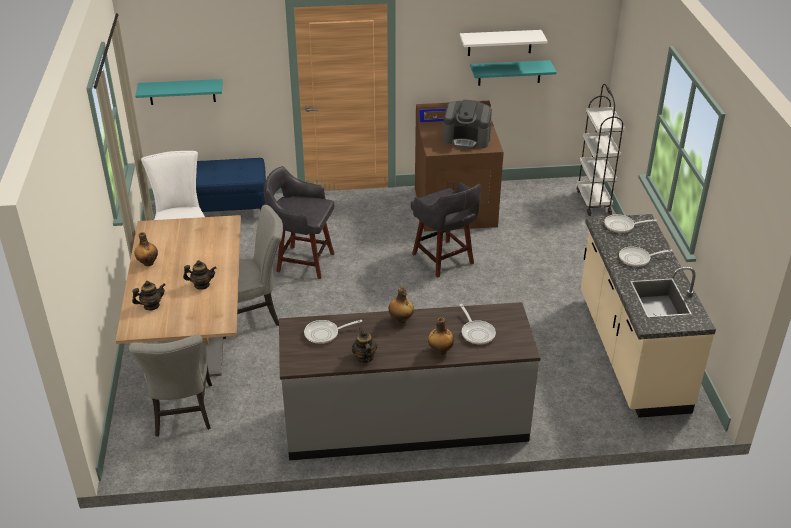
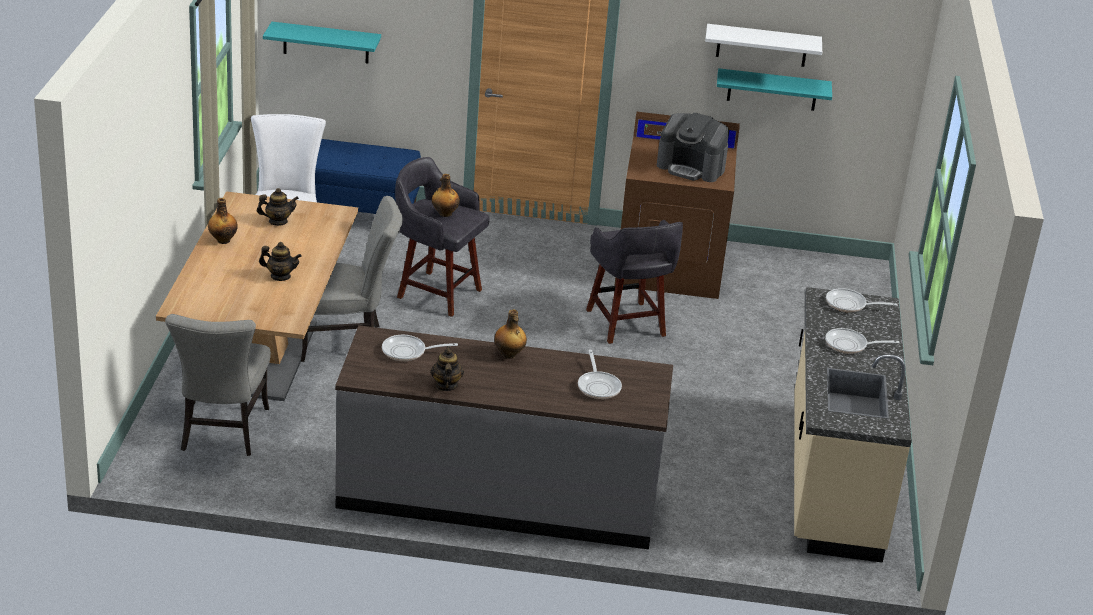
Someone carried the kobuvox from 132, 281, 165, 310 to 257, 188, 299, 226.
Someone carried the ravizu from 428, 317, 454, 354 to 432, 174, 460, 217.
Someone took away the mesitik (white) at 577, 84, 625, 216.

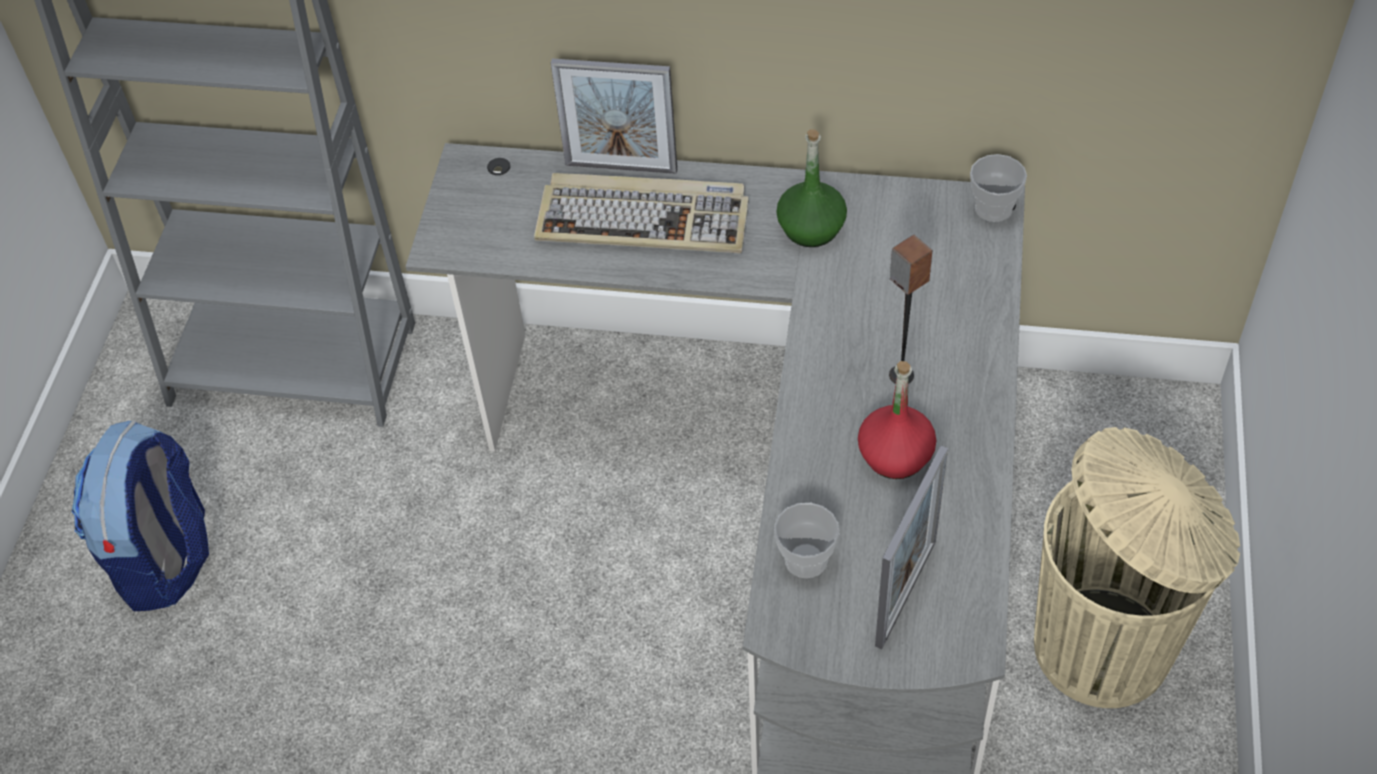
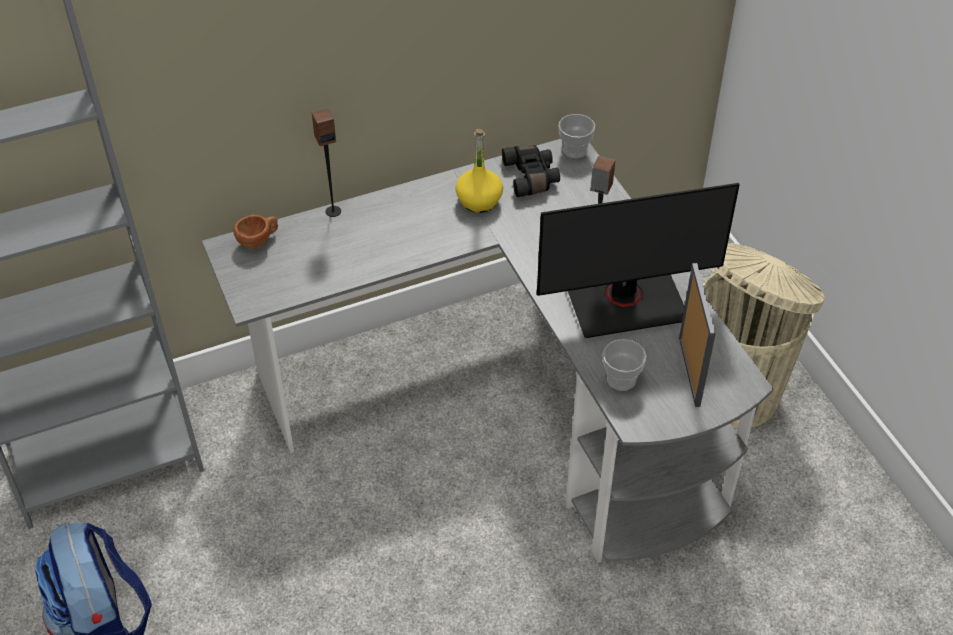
Someone took away the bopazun at 534, 173, 749, 253.
Someone swapped the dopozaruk at 551, 59, 677, 174 for the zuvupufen at 312, 108, 341, 217.
Someone repainted the ravizu (green) at 776, 129, 847, 247, which became the ravizu (yellow) at 455, 129, 503, 213.
Someone swapped the ravizu (red) at 858, 361, 936, 479 for the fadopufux at 537, 183, 740, 338.
Someone put down the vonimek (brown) at 233, 215, 278, 249.
Someone put down the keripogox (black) at 502, 145, 560, 197.

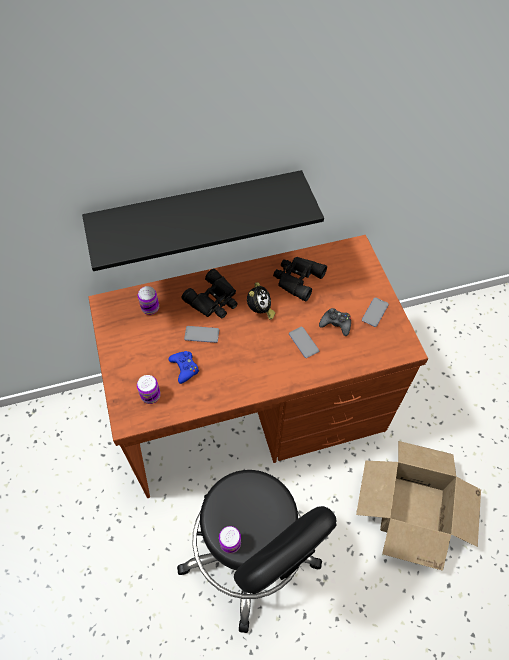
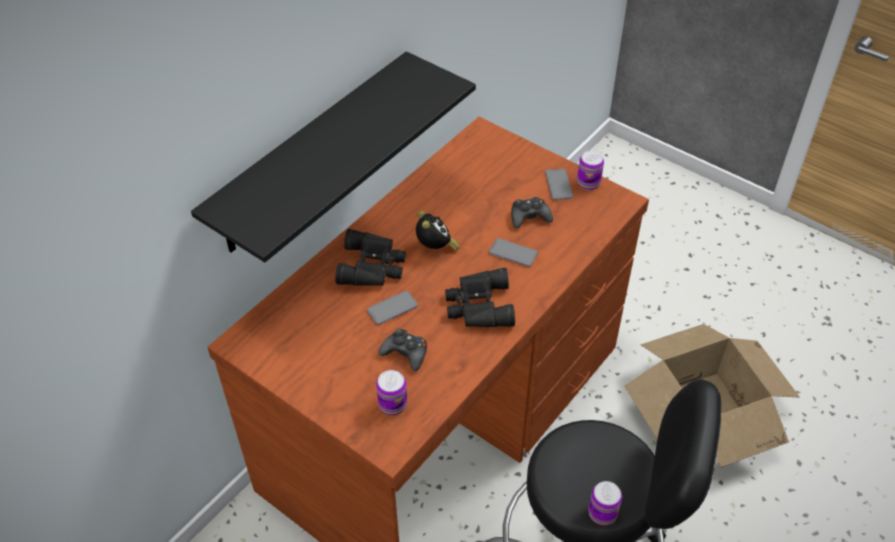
Someone carried the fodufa from 138, 286, 159, 315 to 577, 151, 604, 190.
Someone repainted the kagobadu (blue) at 169, 351, 199, 384, which became the kagobadu (black) at 378, 328, 427, 371.
Someone carried the keripogox (black) from 273, 257, 327, 301 to 445, 268, 515, 327.

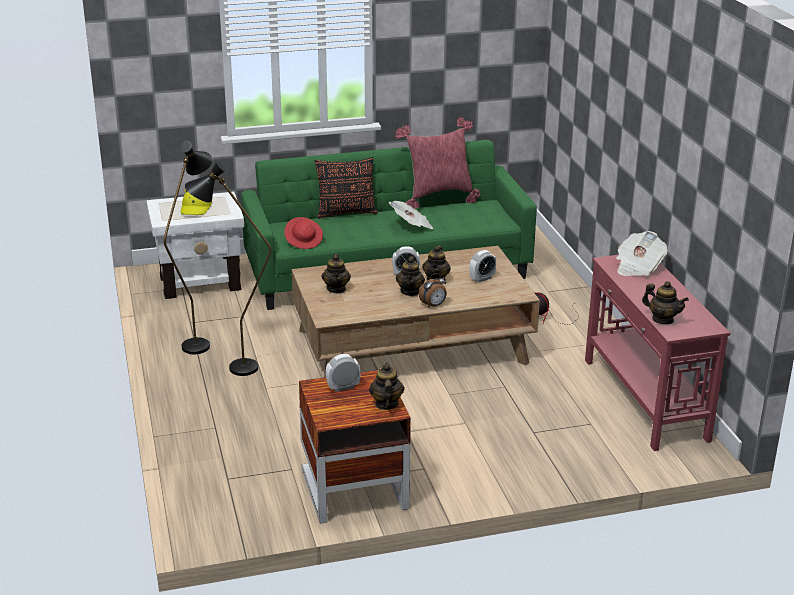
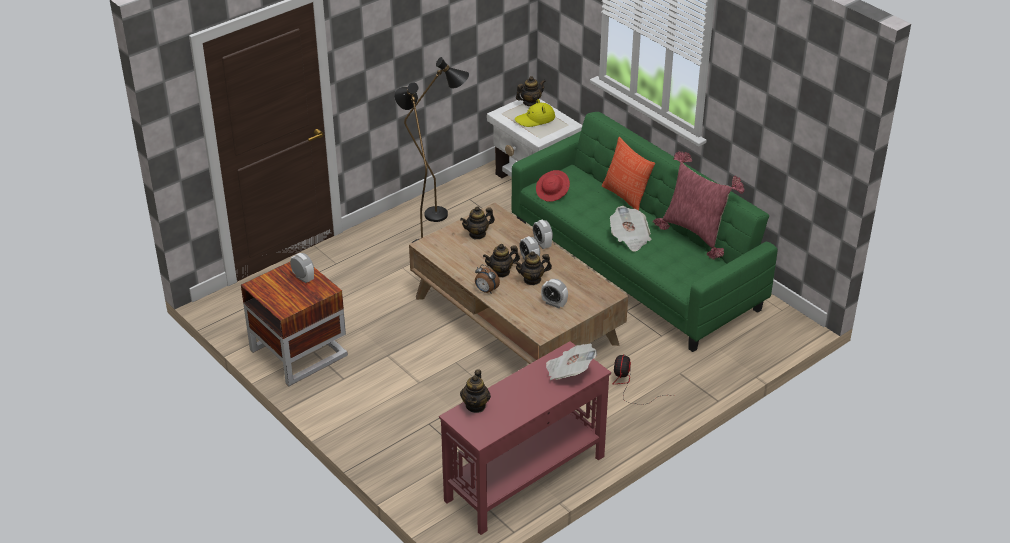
Someone repainted the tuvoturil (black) at 315, 157, 377, 219, which became the tuvoturil (orange) at 602, 137, 655, 210.
Someone carried the kobuvox from 369, 362, 405, 410 to 516, 76, 545, 106.
Someone put down the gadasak at 533, 220, 553, 249.

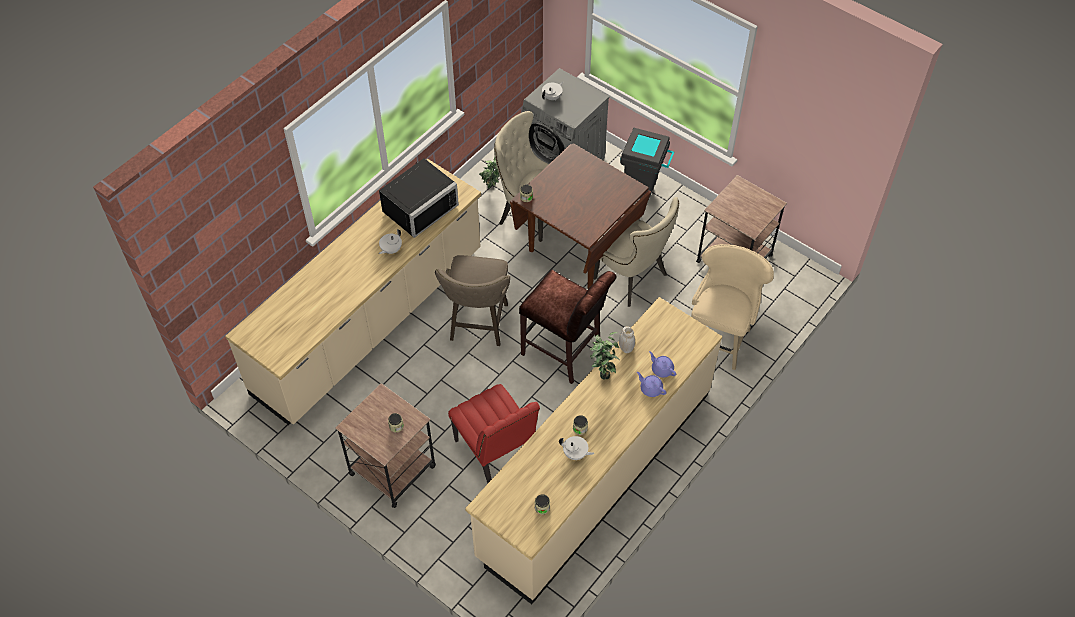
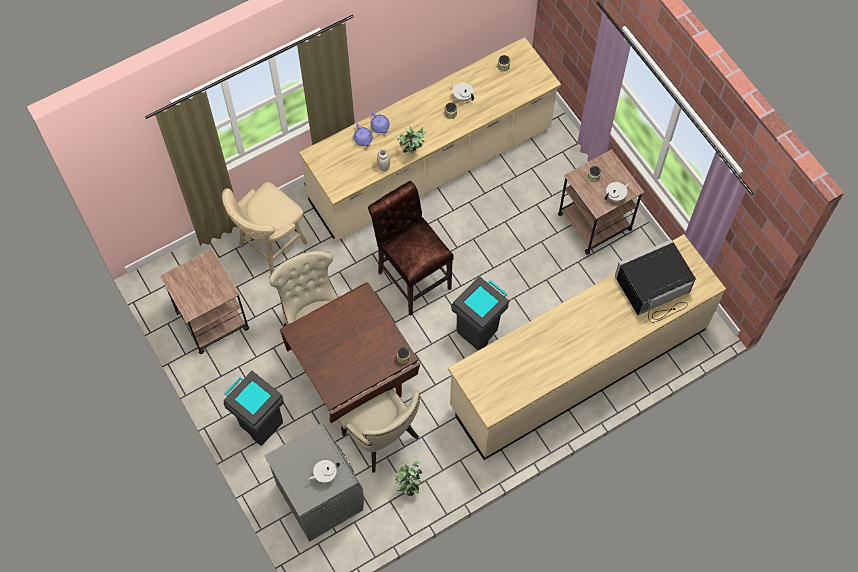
Someone carried the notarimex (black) from 379, 158, 459, 238 to 615, 239, 696, 323.
Someone carried the kobuvox (white) from 379, 229, 402, 254 to 605, 182, 630, 202.
Someone swapped the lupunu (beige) at 435, 255, 510, 346 for the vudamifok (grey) at 451, 276, 509, 351.
Someone took away the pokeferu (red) at 448, 384, 540, 483.

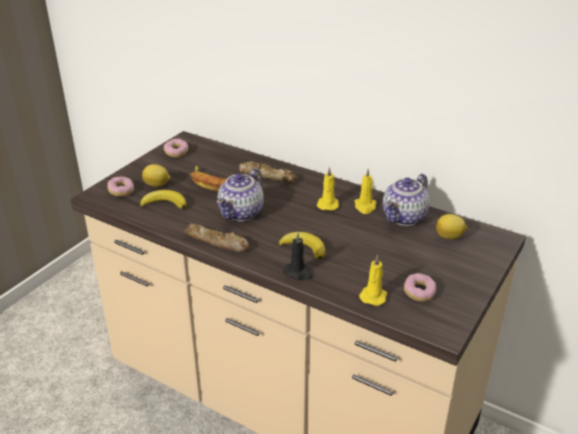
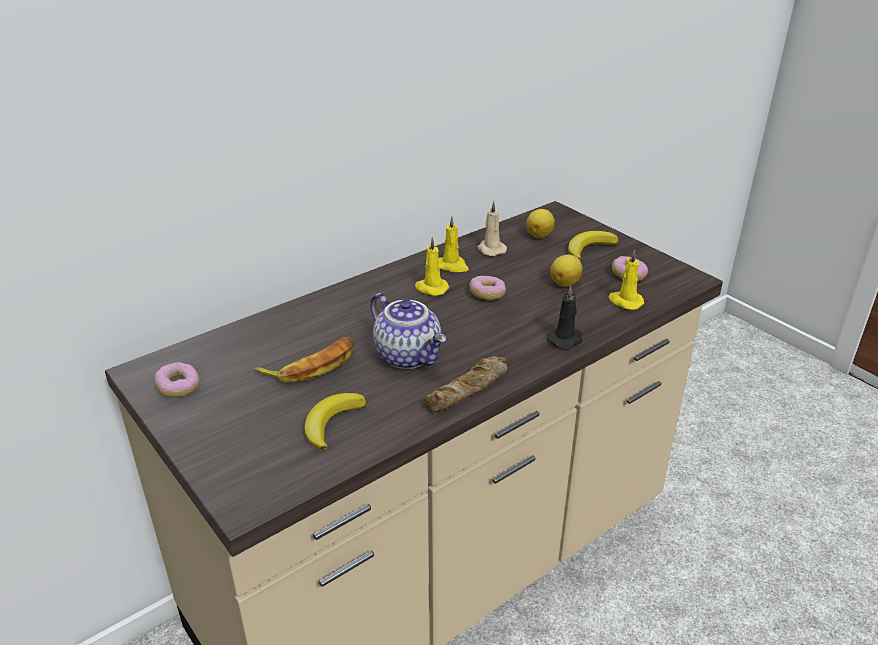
Someone carried the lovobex from 107, 176, 134, 197 to 470, 276, 506, 300.
Someone carried the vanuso from 142, 164, 170, 187 to 550, 255, 583, 287.
Someone took away the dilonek at 239, 161, 298, 183.
Someone carried the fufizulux from 278, 232, 325, 260 to 568, 231, 618, 260.
Someone swapped the kobuvox at 383, 174, 430, 226 for the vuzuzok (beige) at 477, 201, 507, 256.

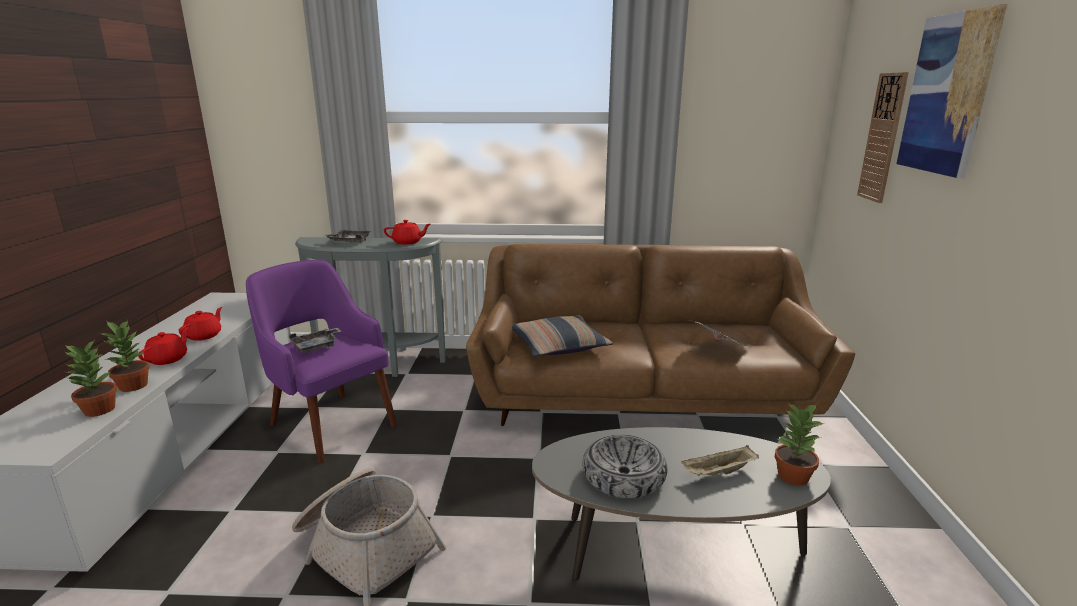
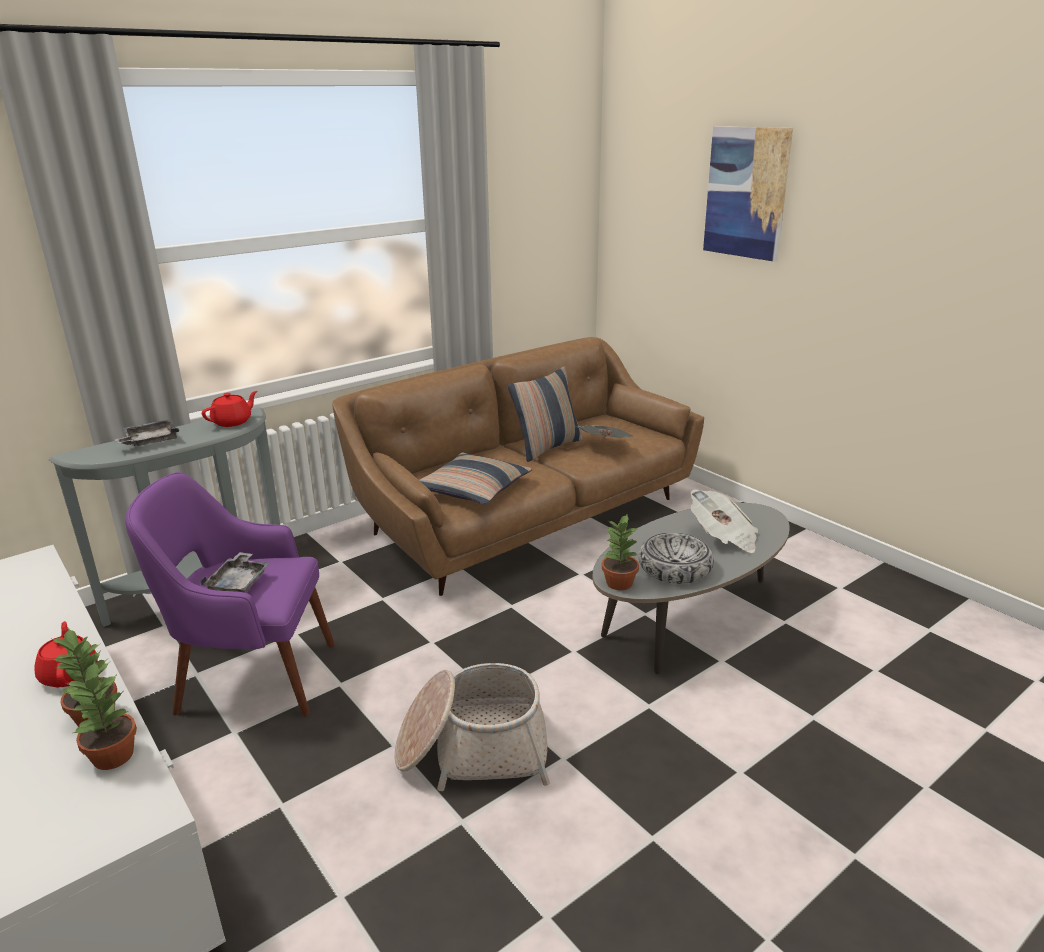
Someone took away the kobuvox (red) at 179, 307, 222, 341.
Someone swapped the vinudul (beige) at 681, 445, 759, 476 for the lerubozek at 690, 489, 758, 553.
Someone carried the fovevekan from 775, 402, 824, 486 to 602, 513, 639, 590.
Someone took away the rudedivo at 857, 72, 909, 203.
Someone put down the tuvoturil at 508, 367, 583, 462.

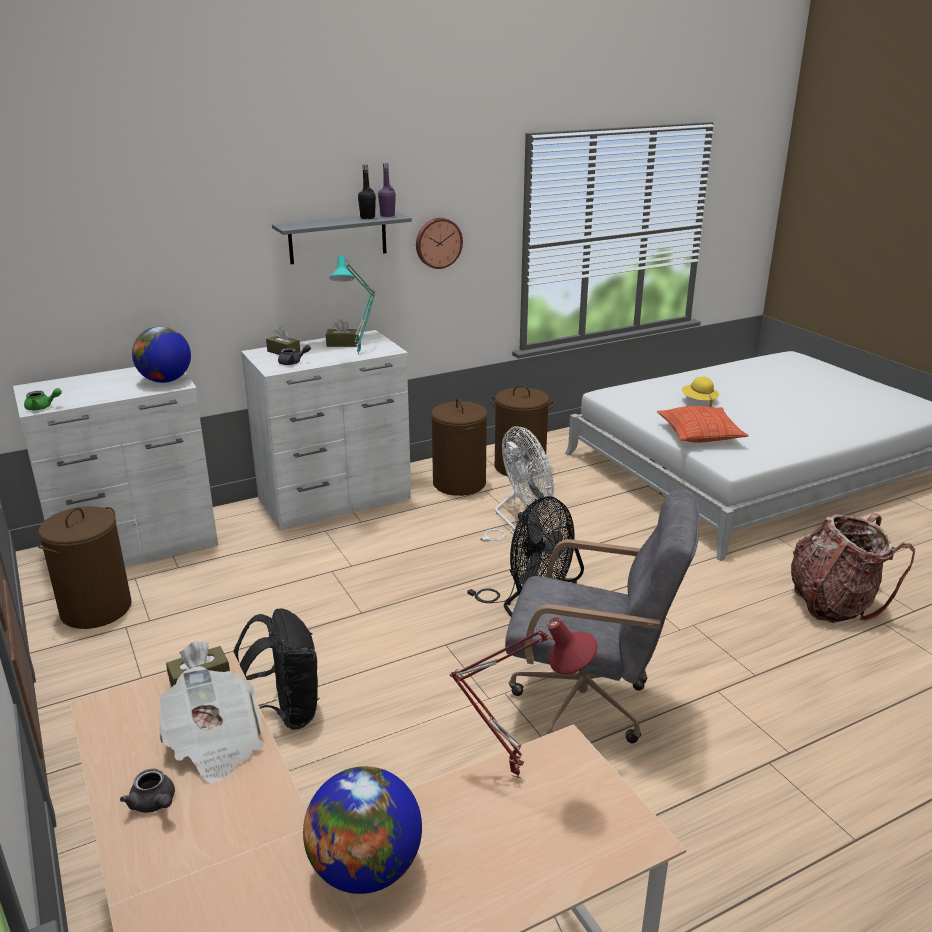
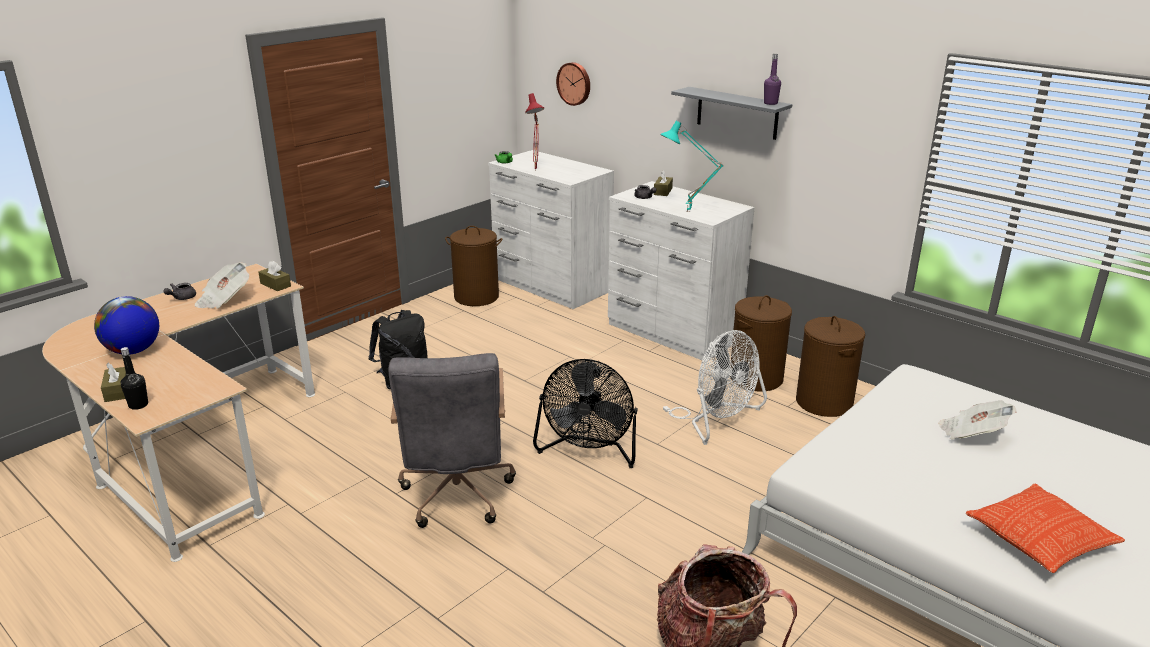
Someone took away the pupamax at 132, 326, 191, 383.
Someone carried the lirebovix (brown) from 326, 319, 358, 347 to 101, 363, 126, 402.
Someone carried the ravizu (black) from 358, 165, 376, 219 to 121, 347, 148, 410.
Someone carried the rudedivo from 416, 218, 463, 269 to 556, 62, 590, 106.
Someone carried the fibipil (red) from 450, 617, 597, 778 to 525, 93, 544, 171.
Someone carried the tuvoturil (orange) from 657, 406, 749, 443 to 966, 484, 1125, 573.
Someone swapped the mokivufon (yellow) at 682, 376, 719, 407 for the lerubozek at 938, 400, 1016, 440.

